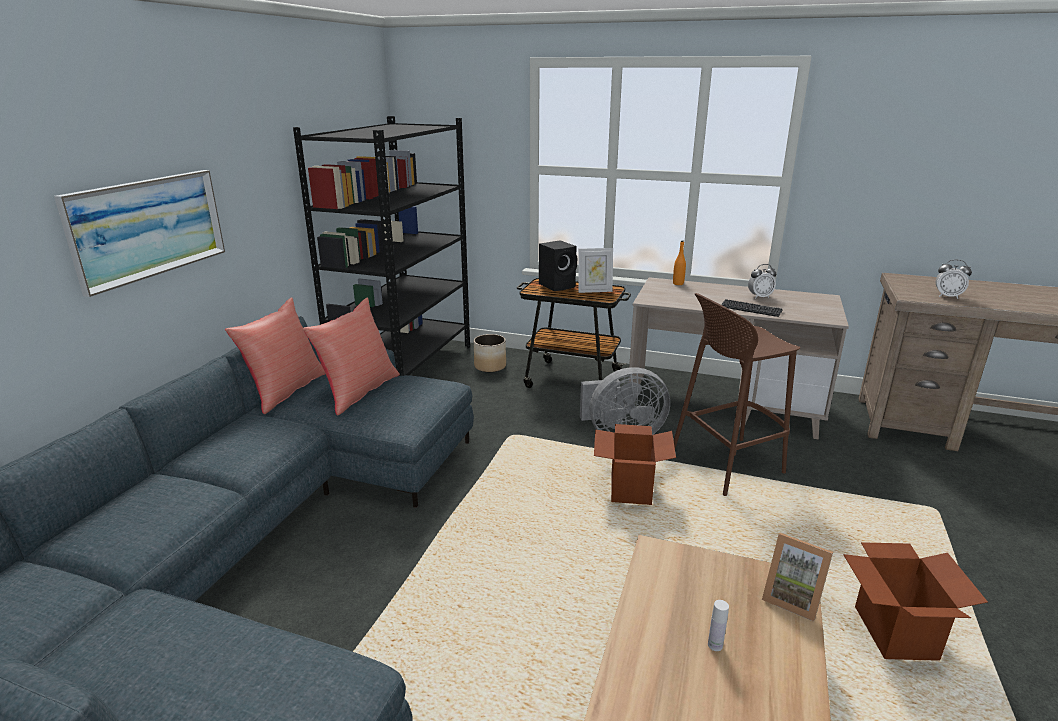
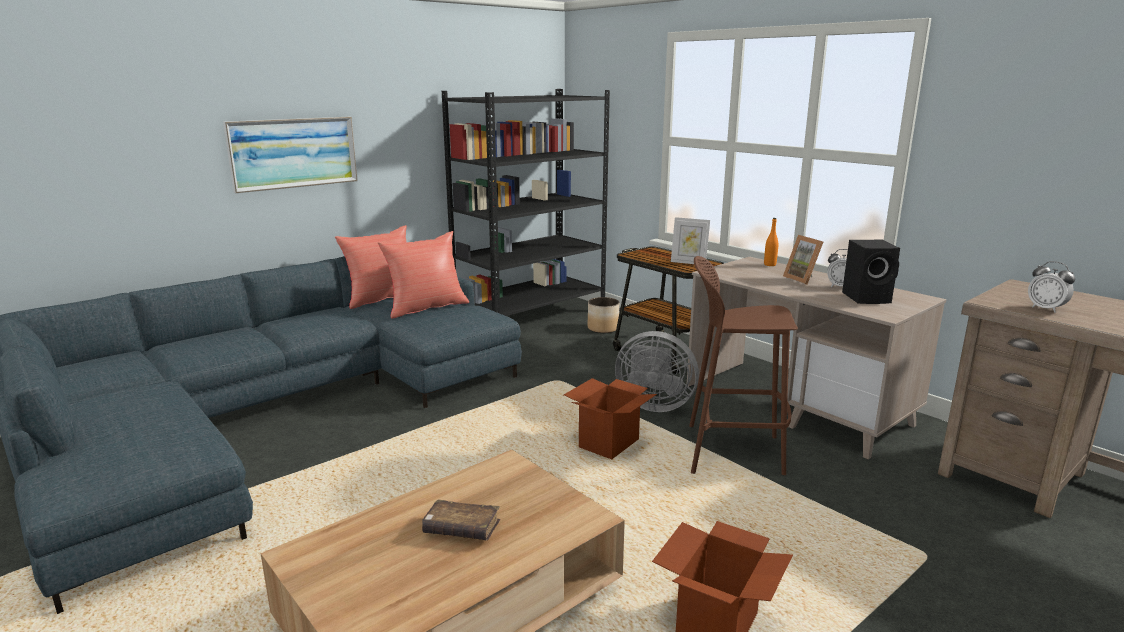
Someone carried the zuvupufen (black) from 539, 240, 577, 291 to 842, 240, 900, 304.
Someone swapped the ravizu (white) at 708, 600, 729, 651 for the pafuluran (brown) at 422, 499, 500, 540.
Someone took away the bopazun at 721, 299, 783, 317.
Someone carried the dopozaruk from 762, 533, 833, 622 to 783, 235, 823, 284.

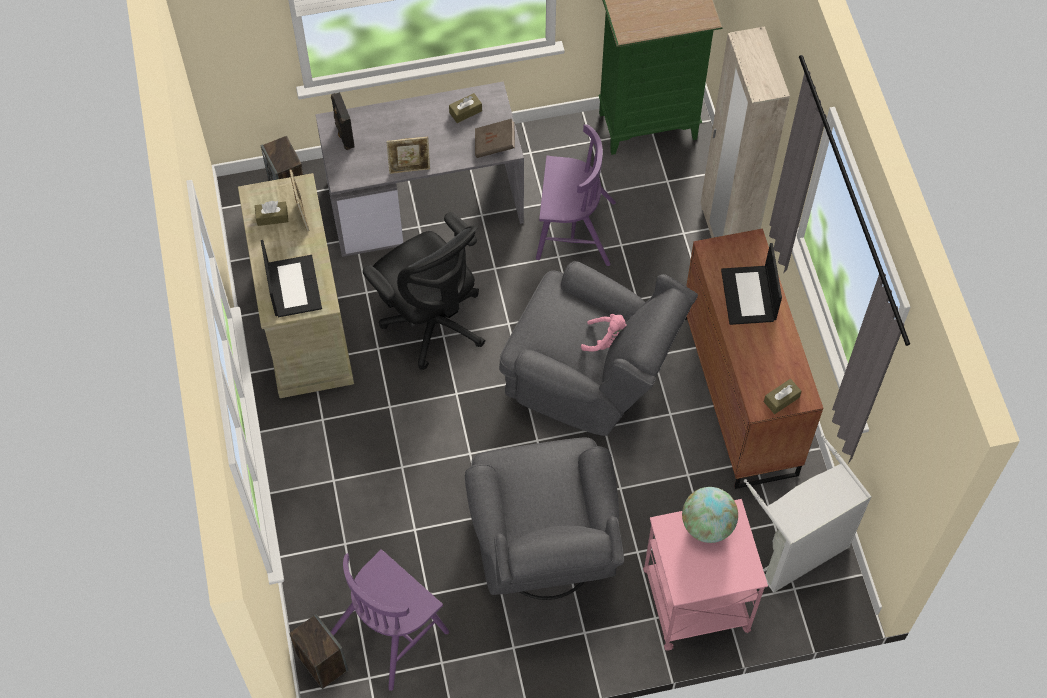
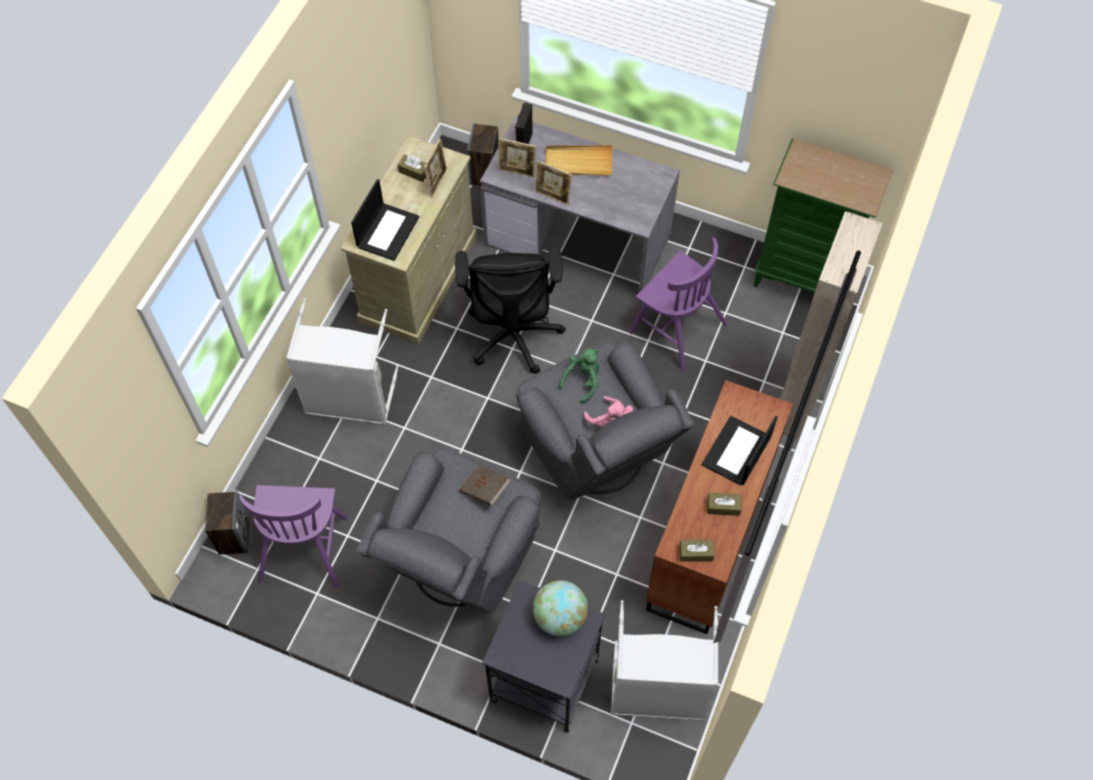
Someone rotated the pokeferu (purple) at 331, 549, 449, 691 by 75 degrees counterclockwise.
Someone carried the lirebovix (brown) from 449, 93, 482, 123 to 707, 493, 741, 516.
Someone carried the pafuluran (brown) from 475, 119, 515, 158 to 459, 465, 511, 506.
Someone repainted the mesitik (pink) at 643, 499, 768, 651, which became the mesitik (black) at 482, 580, 606, 732.
Someone put down the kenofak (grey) at 286, 298, 399, 425.
Someone put down the dopozaruk at 498, 138, 536, 178.
Someone put down the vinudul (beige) at 545, 145, 613, 176.
Someone put down the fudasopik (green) at 559, 349, 599, 404.

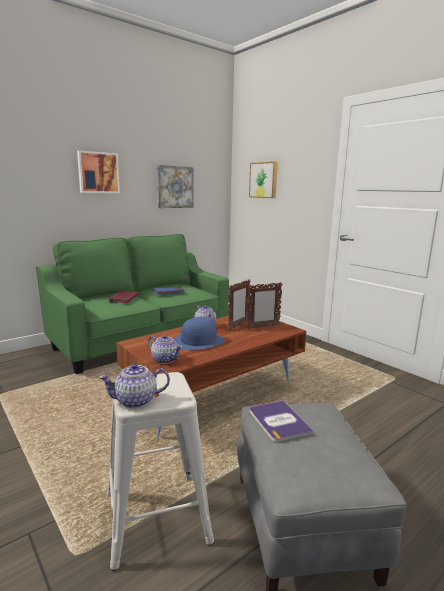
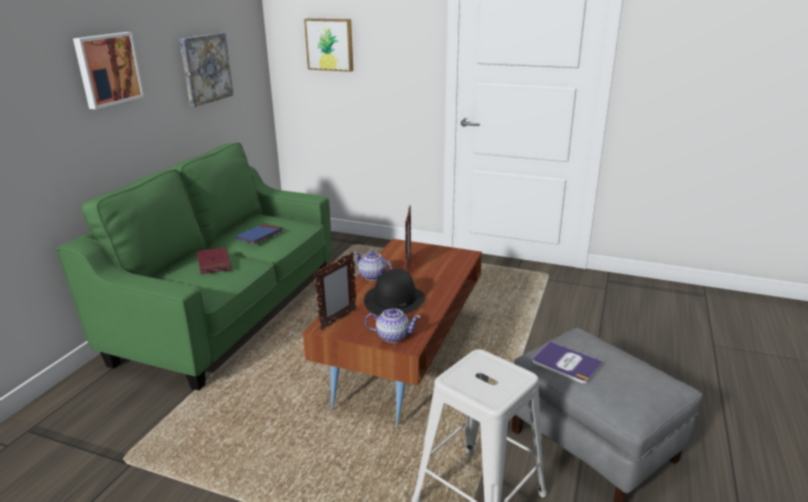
Someone took away the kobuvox at 98, 363, 170, 408.
Someone repainted the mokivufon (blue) at 174, 317, 225, 350, which became the mokivufon (black) at 364, 269, 425, 315.
Someone carried the dopozaruk from 248, 282, 282, 329 to 314, 252, 357, 330.

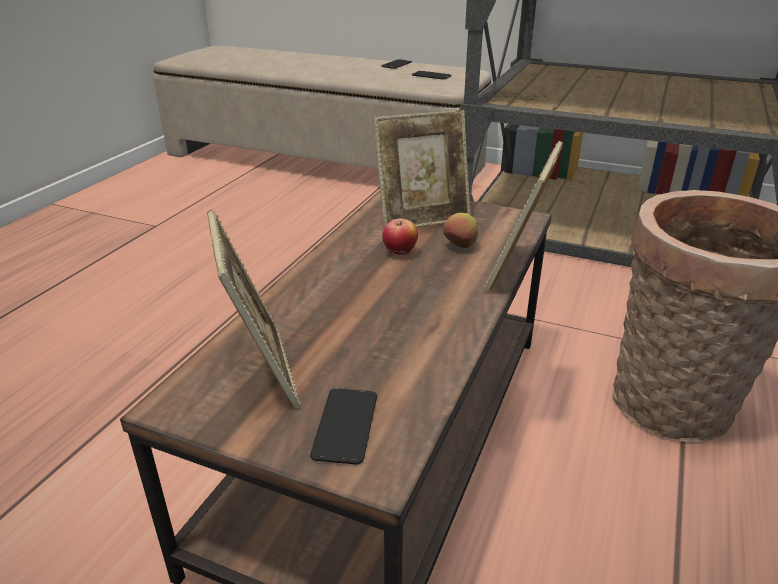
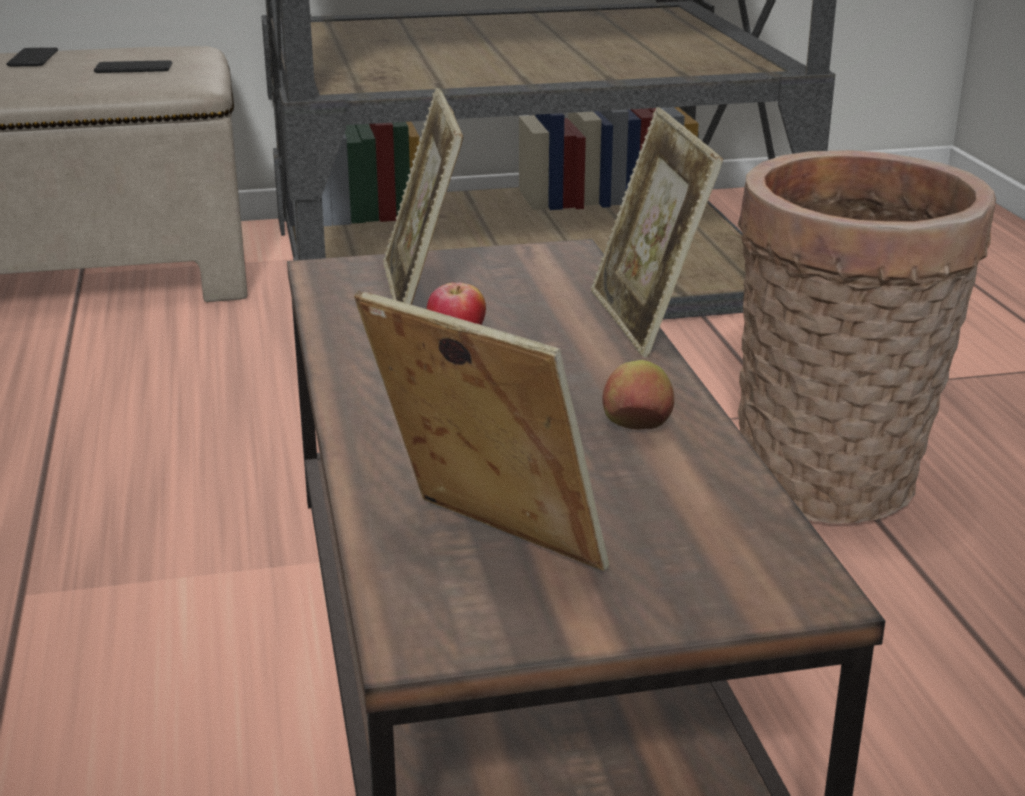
Someone took away the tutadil at 310, 388, 377, 464.
Someone rotated the dopozaruk at 373, 110, 471, 228 by 135 degrees clockwise.
Someone carried the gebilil from 443, 213, 478, 248 to 602, 360, 674, 429.

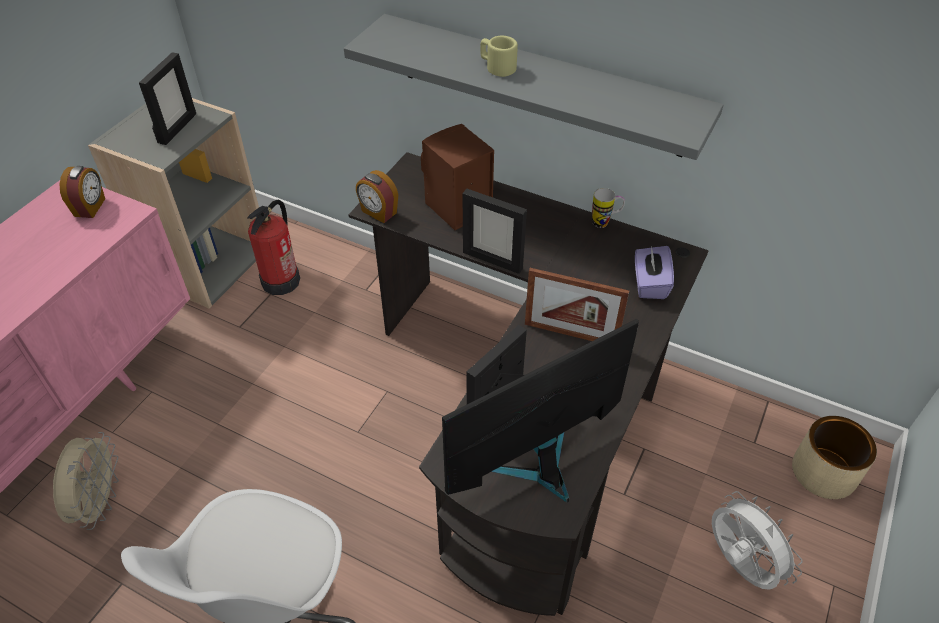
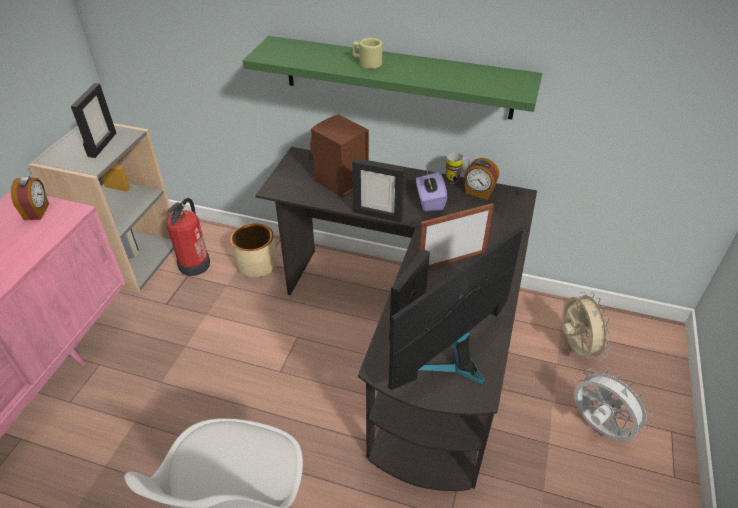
Someone carried the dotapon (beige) from 53, 432, 119, 530 to 562, 292, 612, 361.
Someone repainted the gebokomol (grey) at 344, 14, 724, 160, which became the gebokomol (green) at 243, 36, 542, 120.
Someone carried the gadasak from 356, 170, 398, 223 to 464, 158, 499, 200.
Someone rotated the dopozaruk at 525, 268, 629, 341 by 150 degrees clockwise.
Someone carried the lirebovix (purple) from 635, 246, 674, 299 to 416, 172, 447, 212.
Someone carried the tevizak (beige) from 792, 416, 877, 499 to 231, 223, 278, 278.

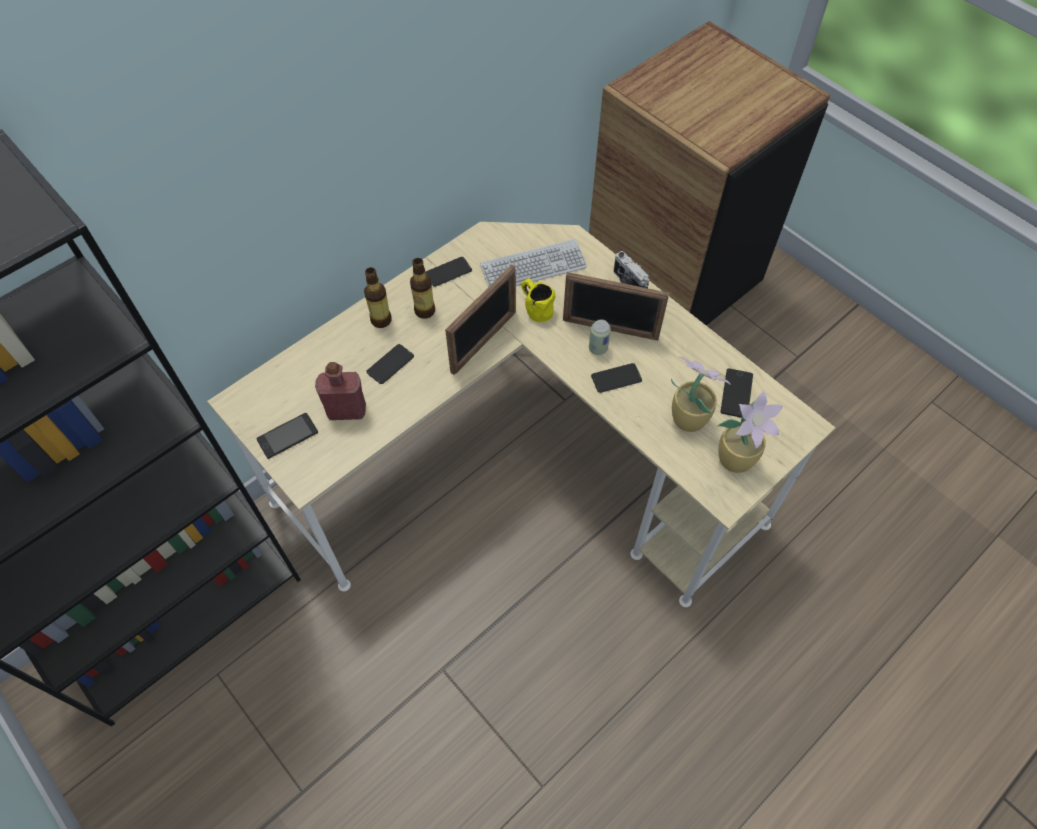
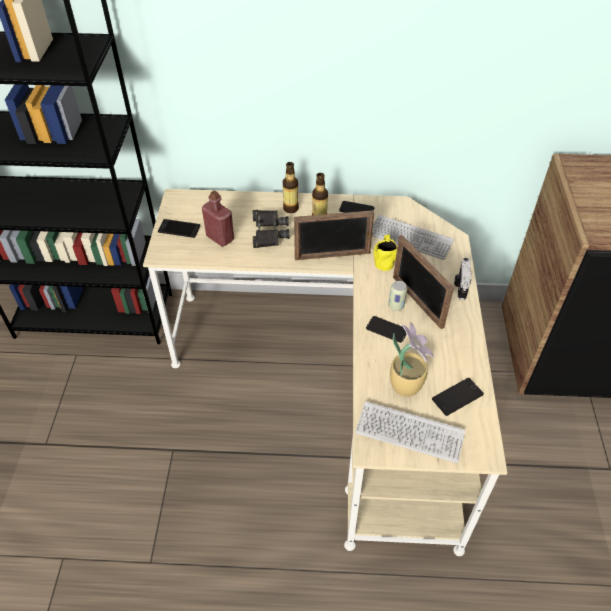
Someone swapped the tutadil at 366, 344, 414, 384 for the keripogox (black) at 253, 210, 289, 248.
Someone swapped the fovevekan at 717, 390, 783, 473 for the bopazun at 355, 401, 465, 463.

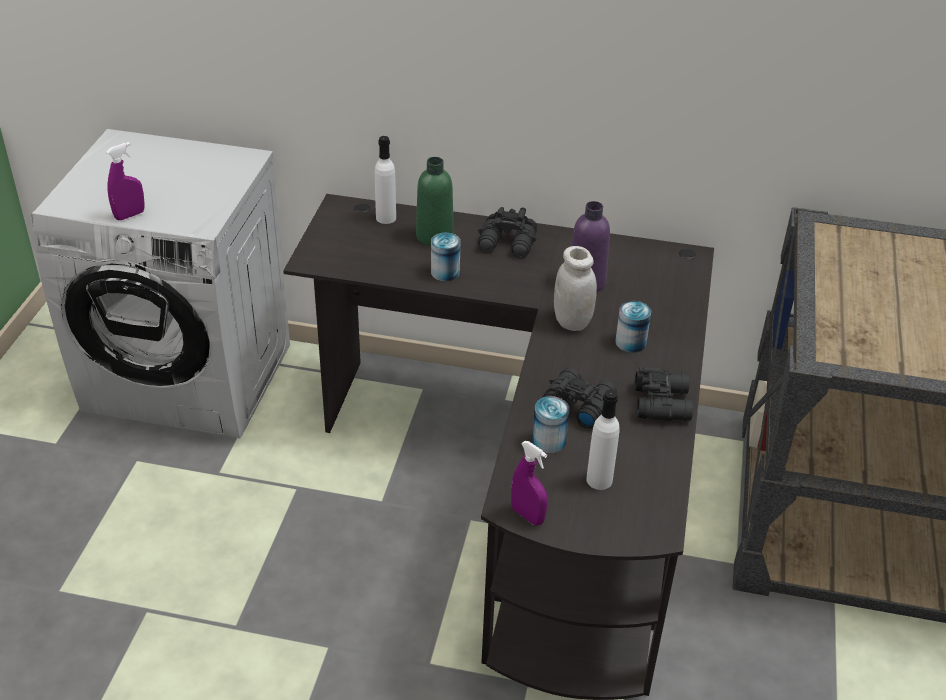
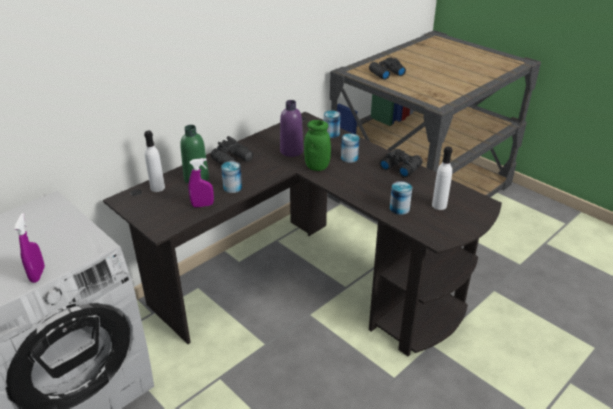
Someone carried the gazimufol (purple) from 511, 441, 548, 525 to 188, 158, 214, 207.
Someone carried the keripogox (black) from 542, 368, 617, 428 to 369, 57, 406, 80.
Someone repainted the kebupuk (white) at 554, 246, 597, 331, which became the kebupuk (green) at 304, 120, 331, 171.
Someone put down the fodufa at 324, 111, 340, 138.

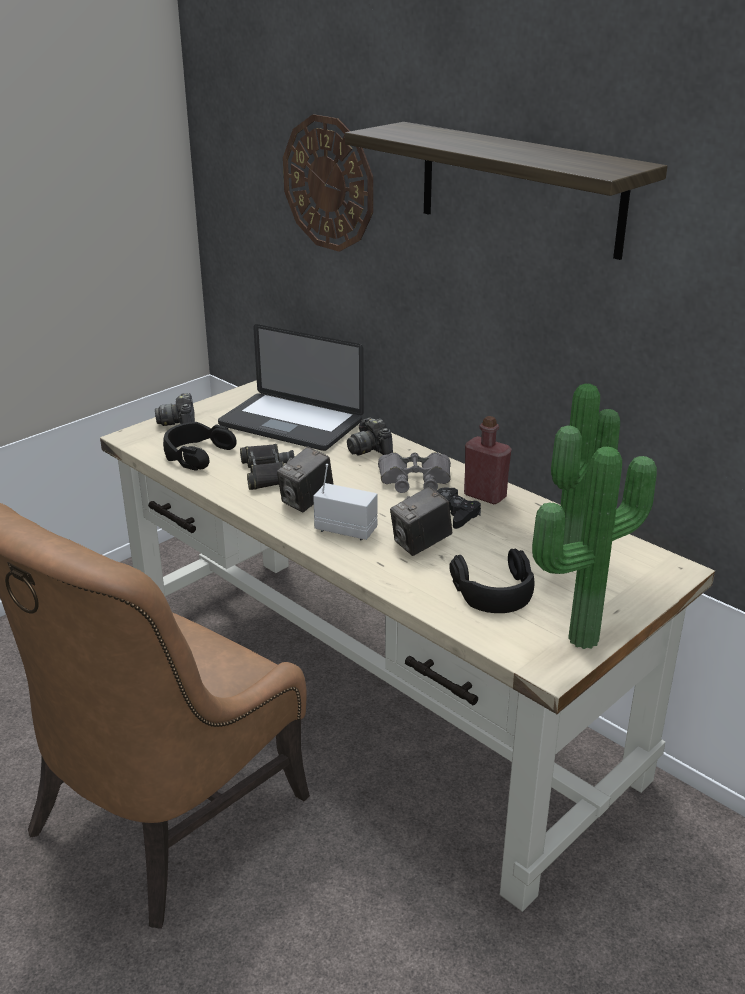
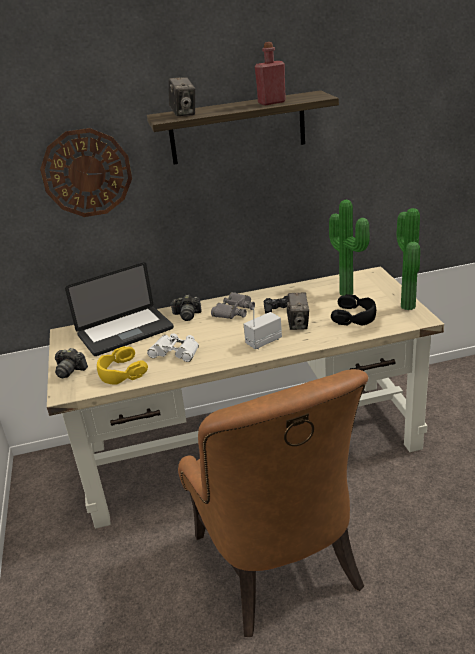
Someone repainted the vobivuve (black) at 163, 422, 237, 471, which became the vobivuve (yellow) at 97, 346, 148, 384.
Someone repainted the keripogox (black) at 240, 444, 294, 490, which became the keripogox (white) at 147, 333, 199, 362.
Someone carried the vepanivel from 277, 447, 334, 512 to 169, 77, 195, 116.
Someone carried the ravizu (red) from 464, 416, 512, 504 to 255, 42, 286, 105.

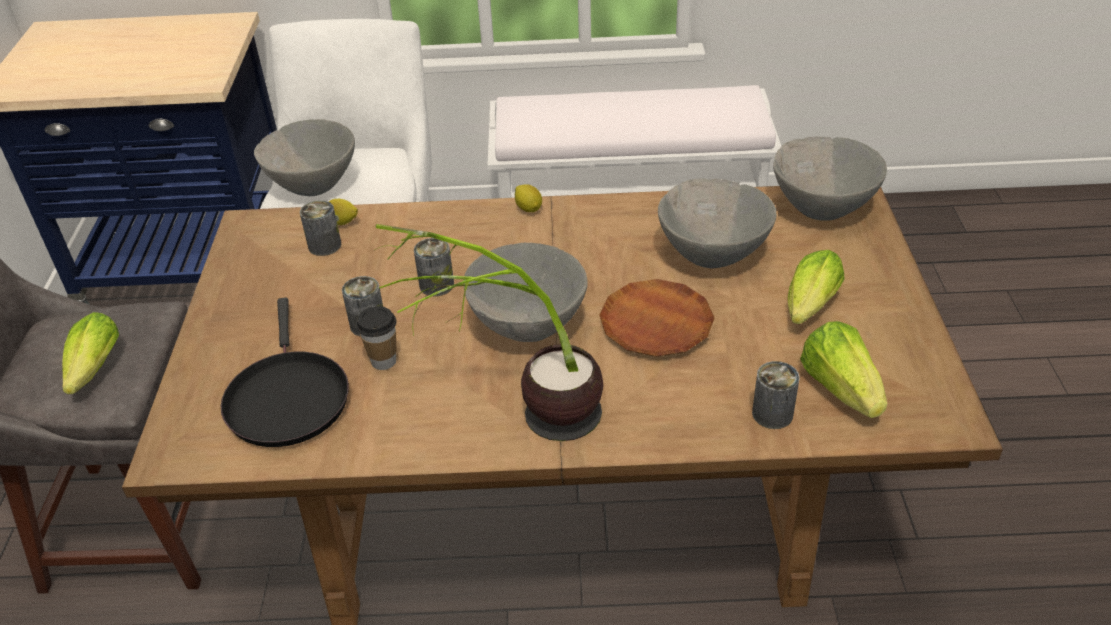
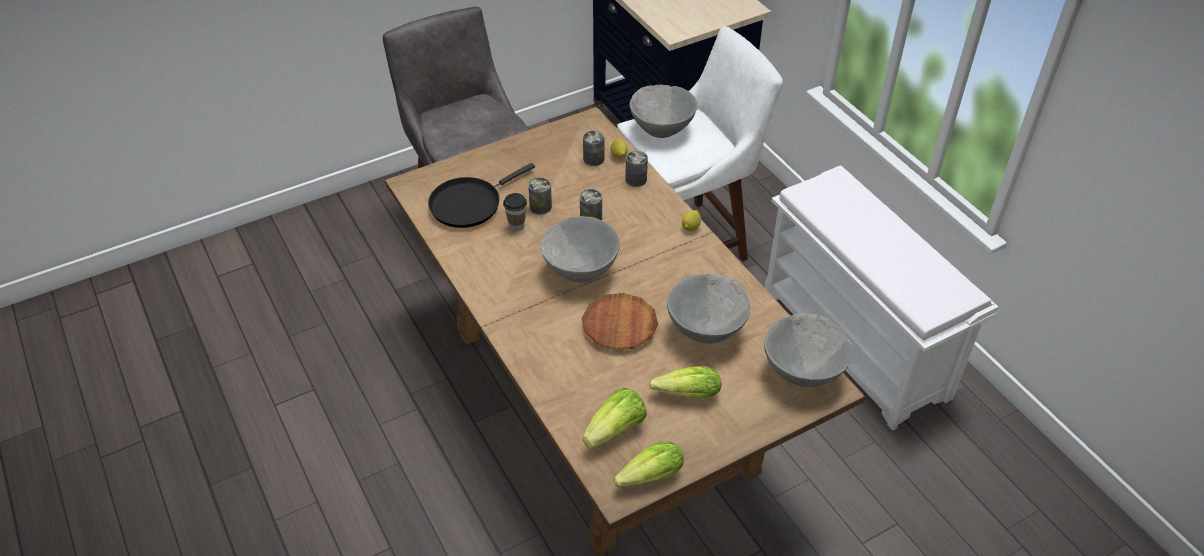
Someone carried the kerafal from 62, 312, 119, 394 to 613, 441, 684, 487.
Someone took away the fovevekan at 375, 224, 603, 441.
Someone carried the fodufa from 752, 361, 800, 429 to 625, 151, 648, 187.

